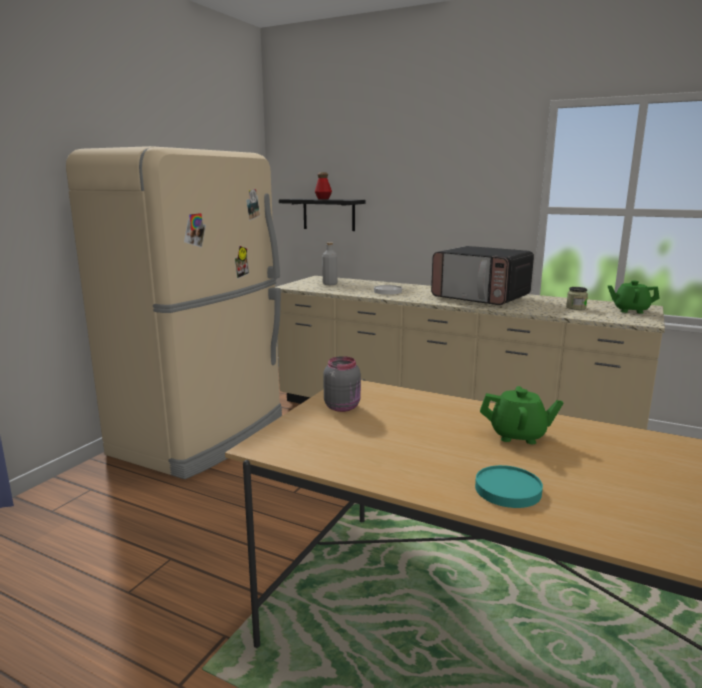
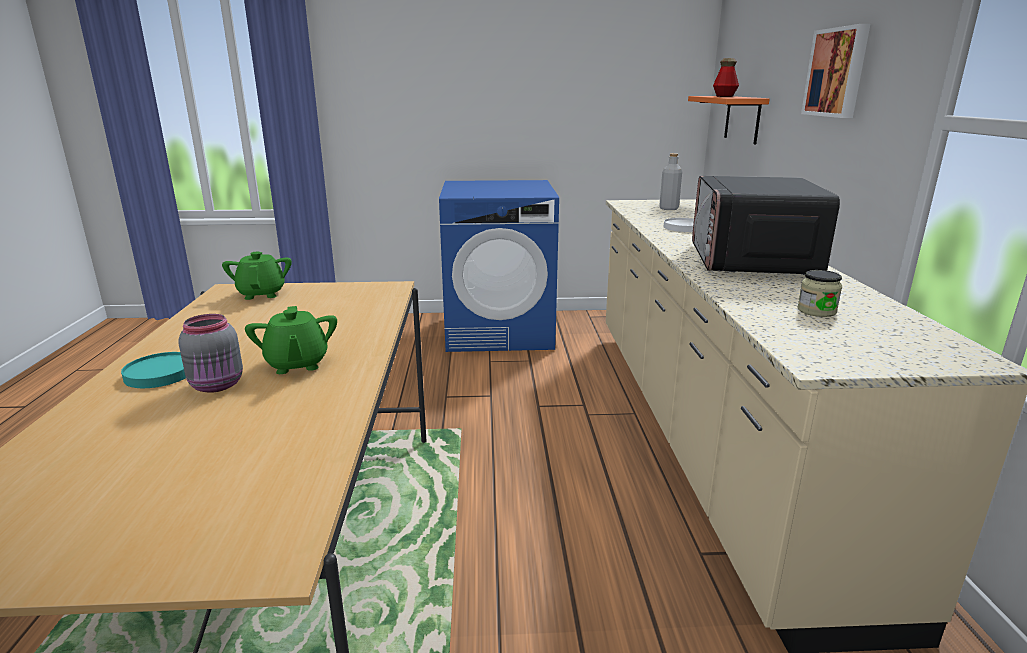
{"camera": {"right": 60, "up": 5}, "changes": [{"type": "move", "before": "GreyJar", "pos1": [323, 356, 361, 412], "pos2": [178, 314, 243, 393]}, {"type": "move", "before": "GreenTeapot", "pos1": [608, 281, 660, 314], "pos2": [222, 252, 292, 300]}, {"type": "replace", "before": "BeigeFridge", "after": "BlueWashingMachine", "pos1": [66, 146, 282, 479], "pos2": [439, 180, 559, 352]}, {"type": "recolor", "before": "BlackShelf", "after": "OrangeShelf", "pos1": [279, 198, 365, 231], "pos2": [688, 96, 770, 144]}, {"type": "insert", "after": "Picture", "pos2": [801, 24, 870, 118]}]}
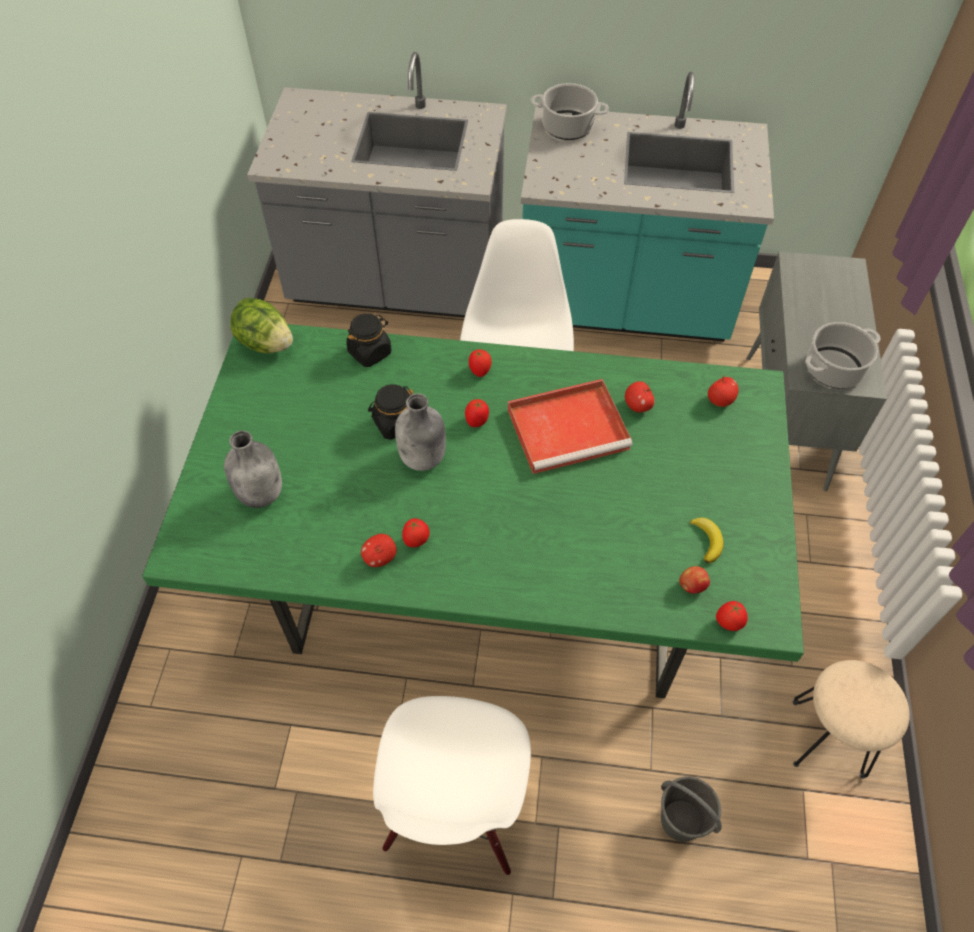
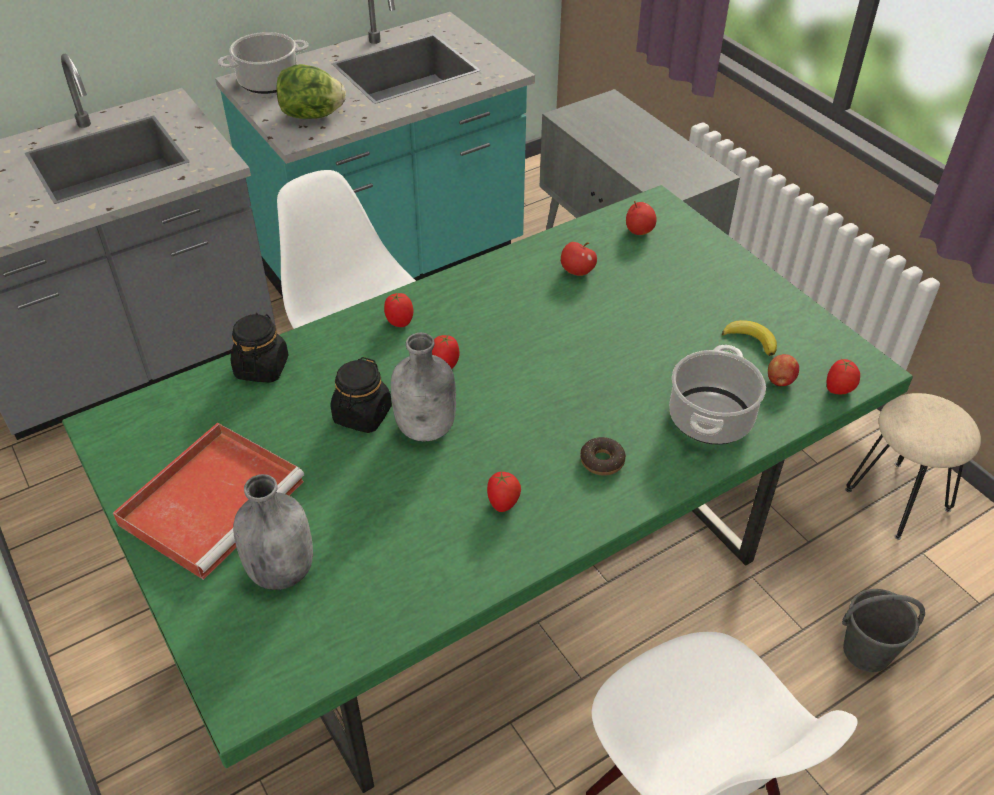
{"camera": {"right": -40, "up": -10}, "changes": [{"type": "move", "before": "RedTray", "pos1": [508, 379, 632, 474], "pos2": [113, 423, 304, 580]}, {"type": "move", "before": "Lettuce", "pos1": [230, 298, 293, 353], "pos2": [276, 64, 346, 119]}, {"type": "insert", "after": "Donut", "pos2": [580, 437, 626, 476]}, {"type": "move", "before": "CookingPot", "pos1": [805, 322, 881, 389], "pos2": [669, 345, 766, 445]}, {"type": "delete", "before": "Apple", "pos1": [361, 534, 396, 567]}]}
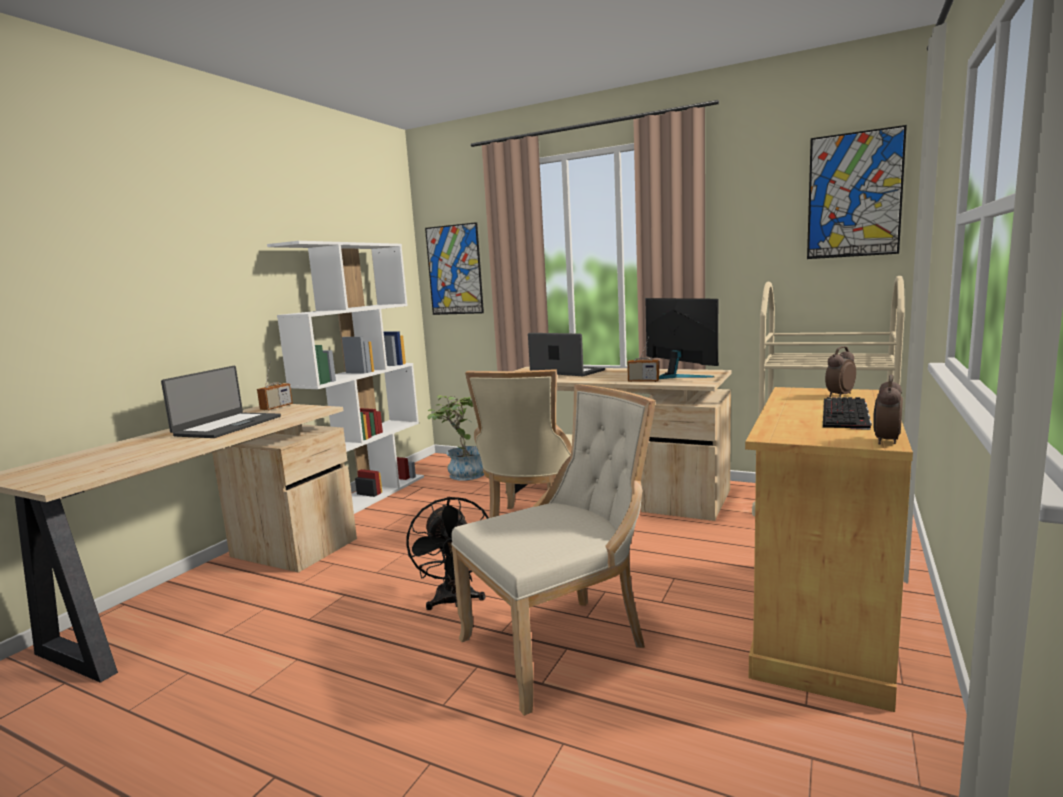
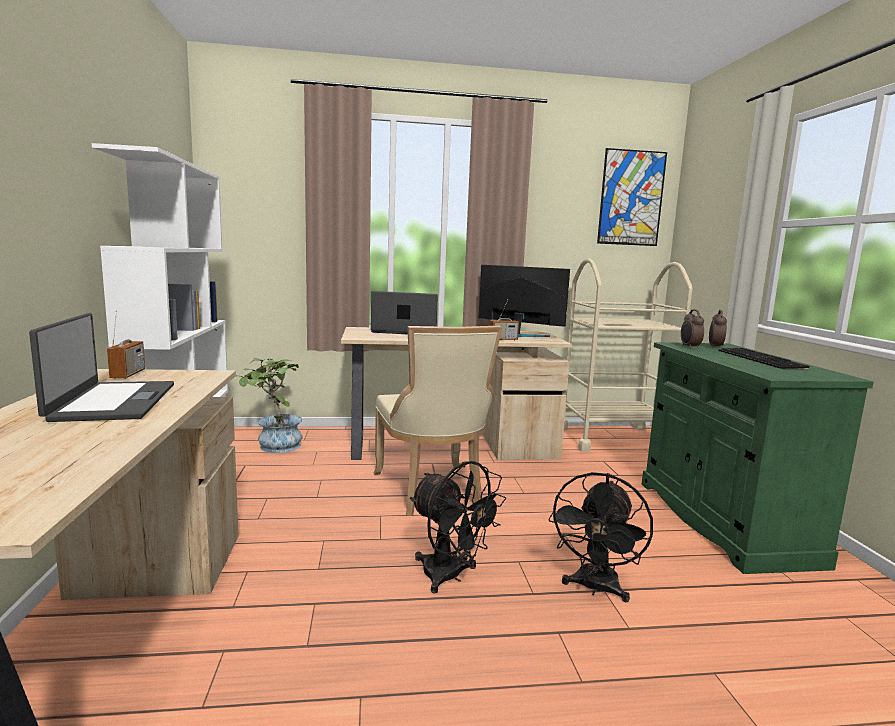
{"camera": {"right": -35, "up": 0}, "changes": [{"type": "replace", "before": "BeigeChair", "after": "BlackFan", "pos1": [451, 384, 656, 716], "pos2": [548, 472, 653, 602]}, {"type": "recolor", "before": "BeigeCabinet", "after": "GreenCabinet", "pos1": [745, 387, 913, 712], "pos2": [642, 342, 874, 574]}, {"type": "move", "before": "AlarmClock", "pos1": [873, 375, 903, 445], "pos2": [681, 309, 704, 349]}, {"type": "delete", "before": "Picture", "pos1": [425, 222, 484, 315]}]}
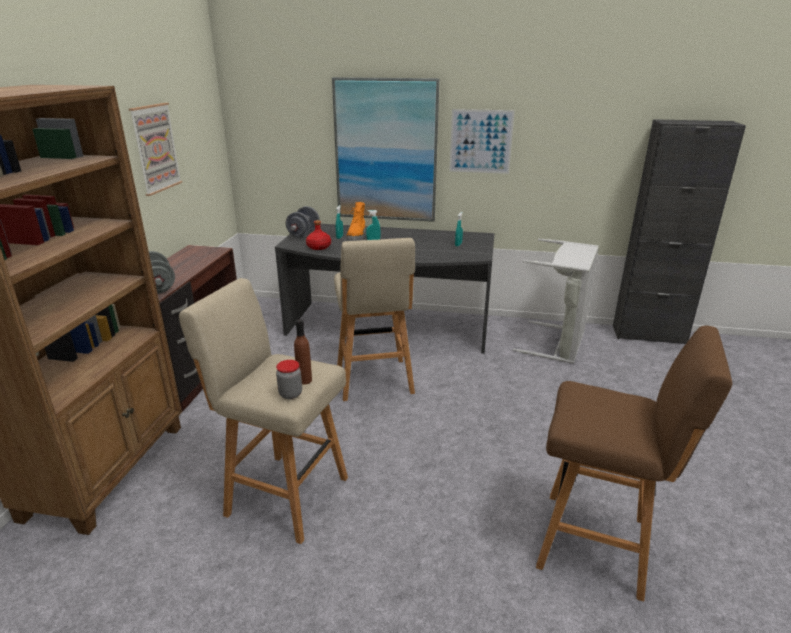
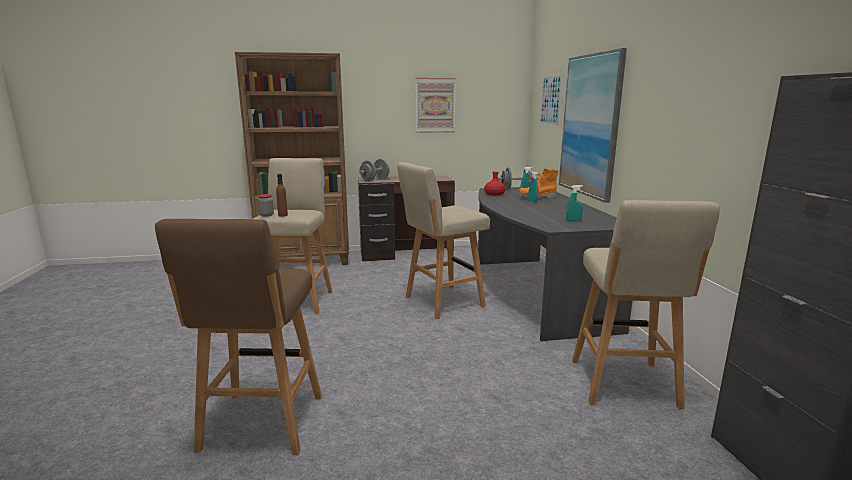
{"camera": {"right": 70, "up": -10}, "changes": [{"type": "move", "before": "Picture", "pos1": [449, 109, 515, 174], "pos2": [539, 73, 563, 127]}, {"type": "replace", "before": "GreyLaundryBasket", "after": "BeigeStool", "pos1": [513, 238, 599, 364], "pos2": [572, 200, 720, 409]}]}
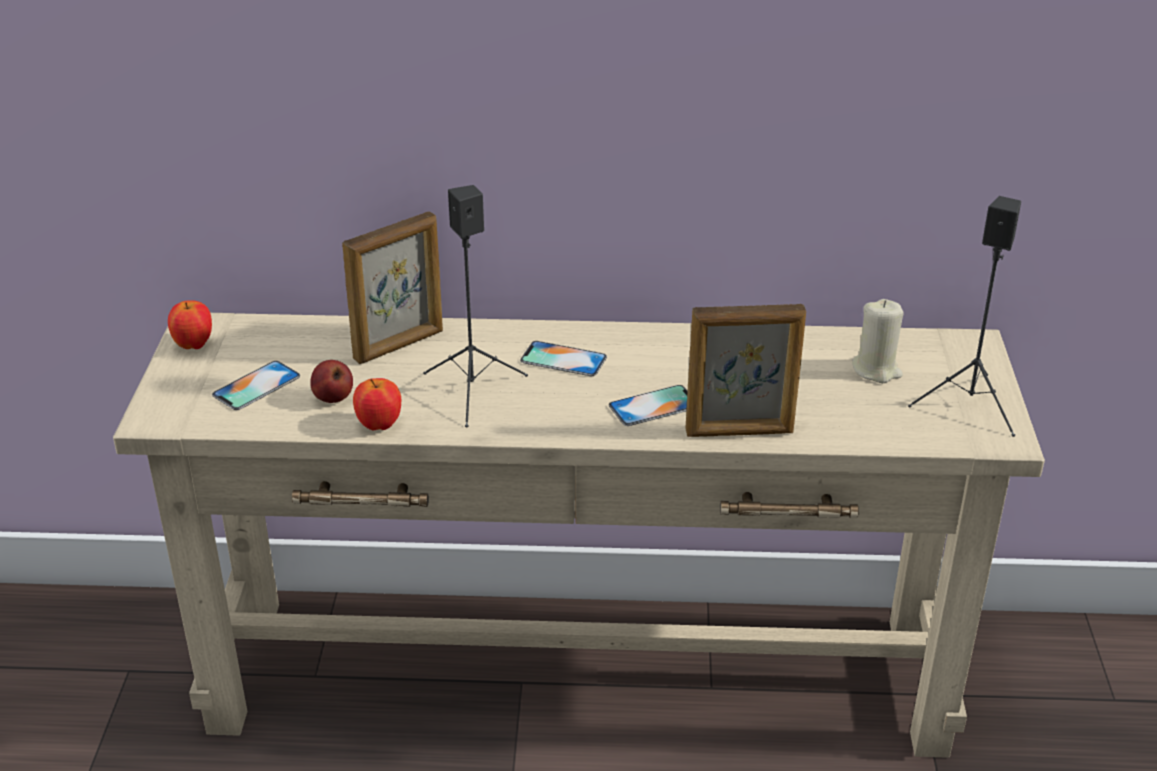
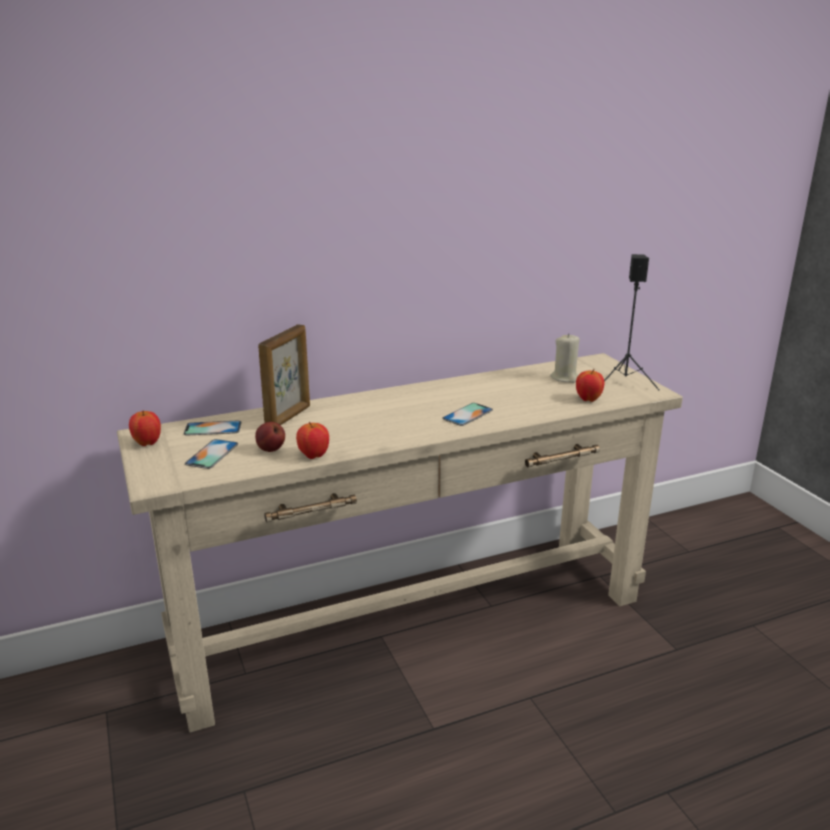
{"camera": {"right": -25, "up": -10}, "changes": [{"type": "move", "before": "Phone", "pos1": [520, 341, 607, 376], "pos2": [184, 420, 242, 436]}, {"type": "insert", "after": "Apple", "pos2": [576, 369, 605, 402]}, {"type": "delete", "before": "BlackSpeaker", "pos1": [423, 185, 528, 427]}, {"type": "delete", "before": "PictureFrame", "pos1": [685, 304, 806, 437]}]}
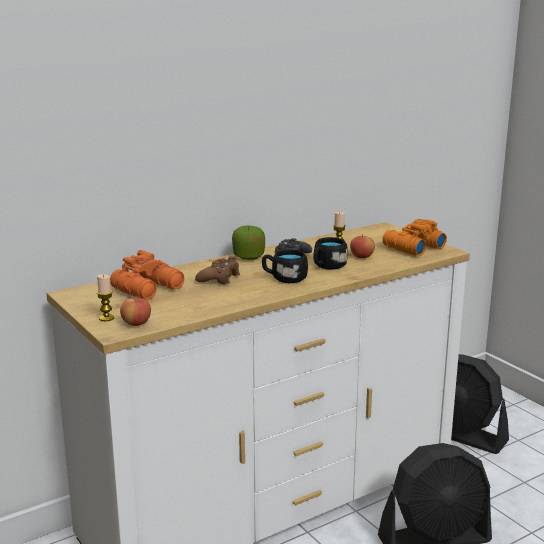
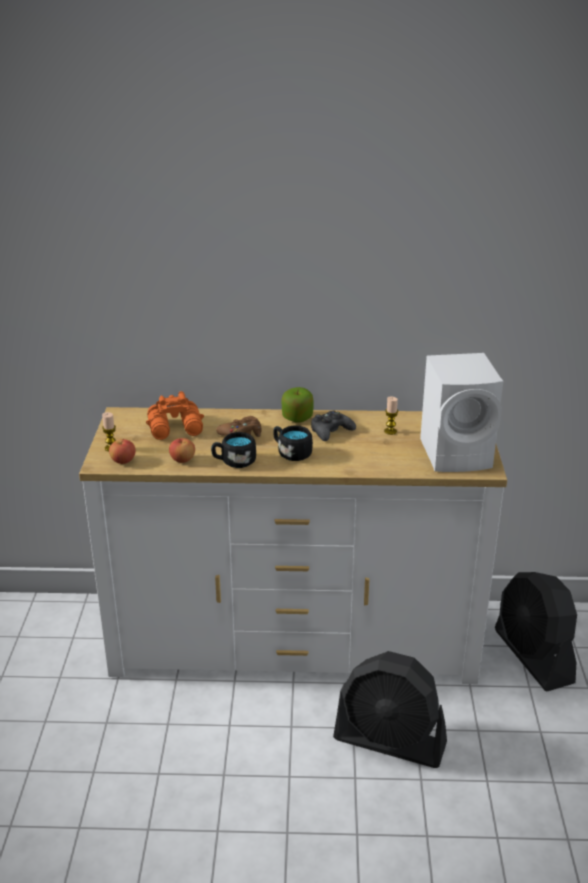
{"camera": {"right": 35, "up": 10}, "changes": [{"type": "move", "before": "Apple", "pos1": [350, 234, 375, 258], "pos2": [169, 438, 195, 463]}, {"type": "move", "before": "BlackMug", "pos1": [313, 237, 348, 270], "pos2": [211, 432, 256, 468]}, {"type": "replace", "before": "OrangeBinoculars", "after": "WhiteSpeaker", "pos1": [382, 219, 447, 256], "pos2": [420, 353, 503, 472]}]}
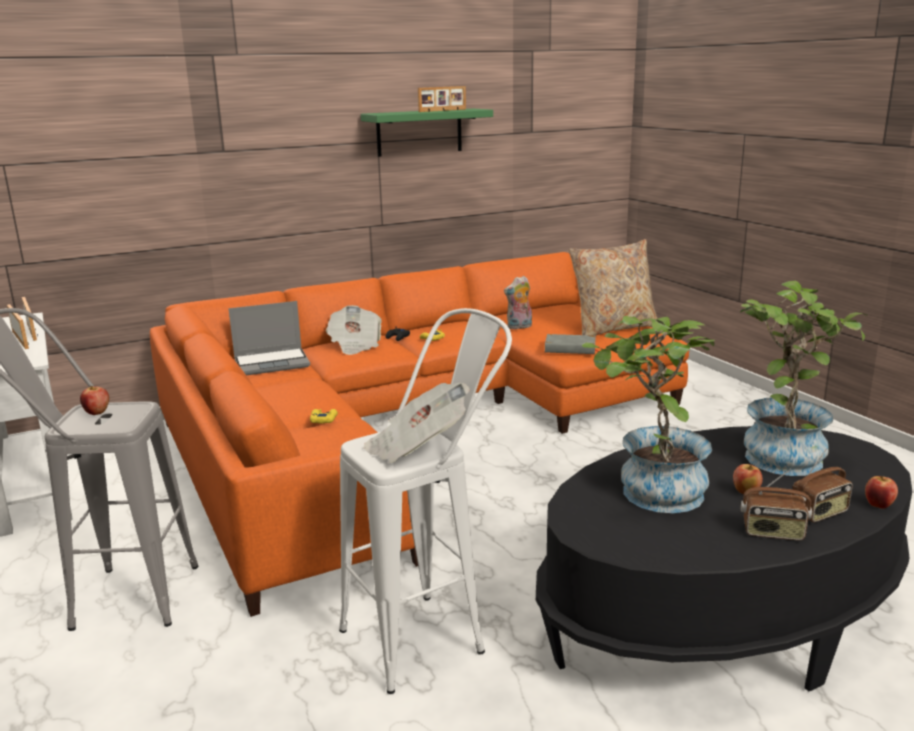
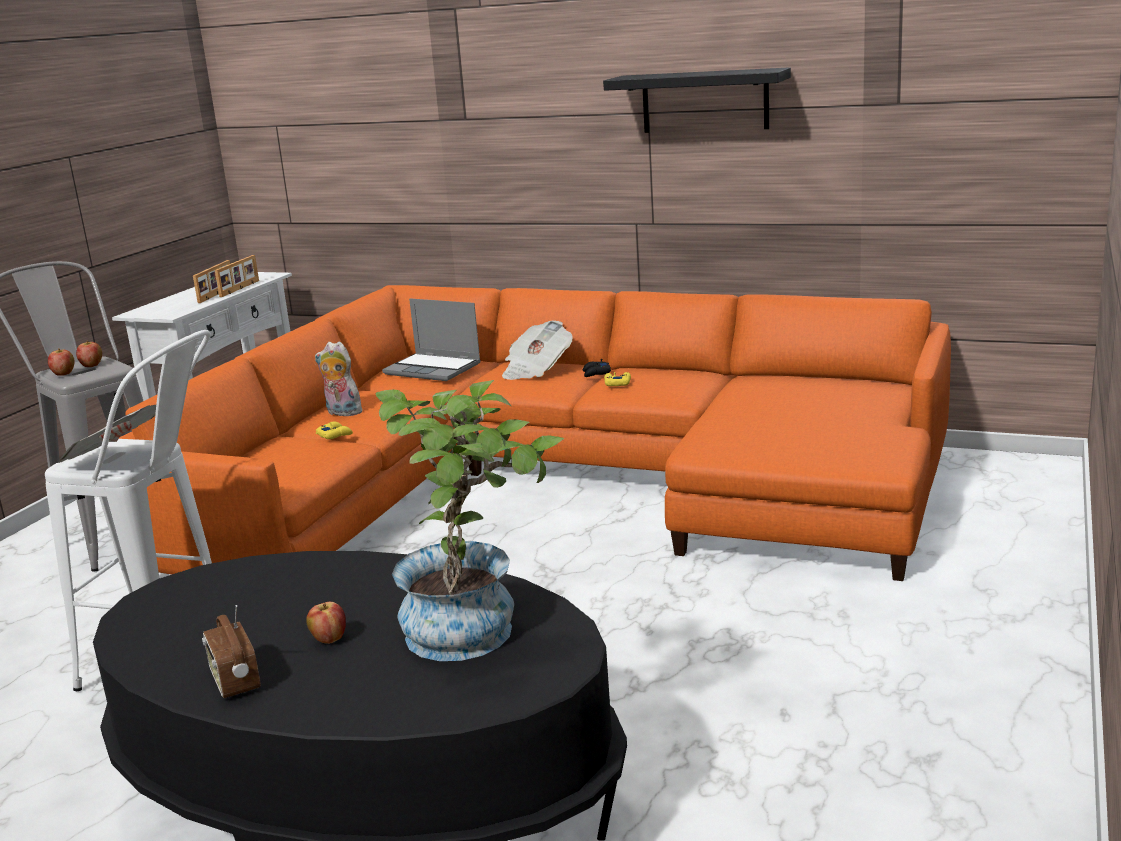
{"camera": {"right": 50, "up": 0}, "changes": [{"type": "move", "before": "Apple", "pos1": [865, 476, 898, 509], "pos2": [48, 349, 75, 376]}, {"type": "move", "before": "PlushToy", "pos1": [504, 276, 532, 329], "pos2": [315, 342, 364, 418]}, {"type": "recolor", "before": "GreenShelf", "after": "BlackShelf", "pos1": [361, 108, 493, 157], "pos2": [603, 67, 791, 133]}, {"type": "delete", "before": "PictureFrame", "pos1": [418, 86, 466, 112]}, {"type": "delete", "before": "GreyBook", "pos1": [545, 334, 598, 354]}, {"type": "delete", "before": "BeigePillow", "pos1": [569, 239, 658, 336]}, {"type": "delete", "before": "PottedPlant", "pos1": [582, 316, 715, 513]}, {"type": "delete", "before": "Radio", "pos1": [791, 448, 853, 522]}]}
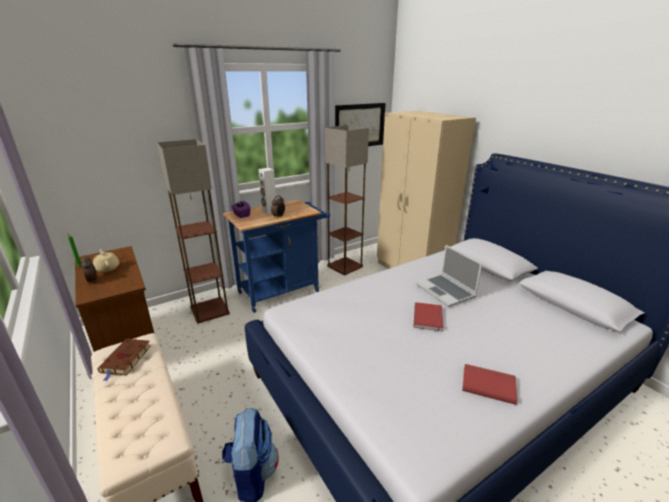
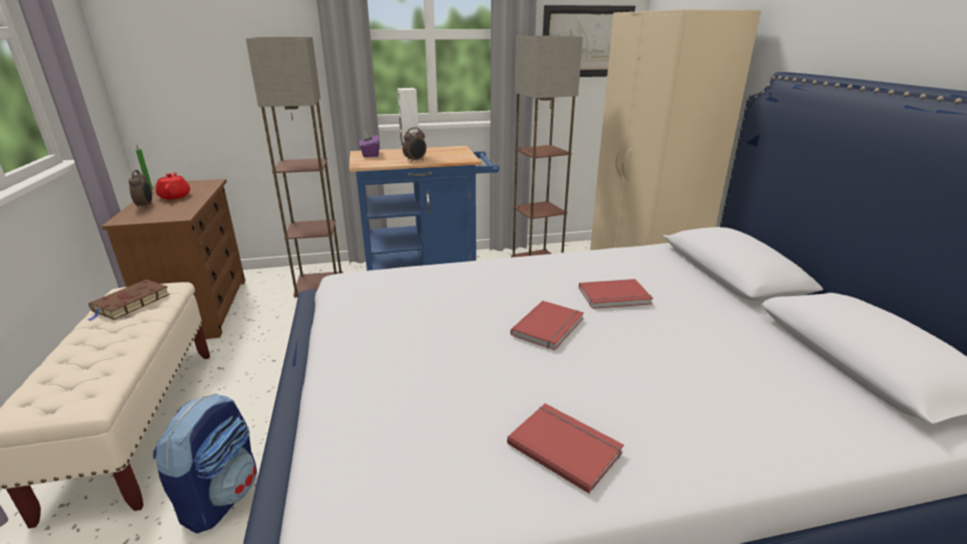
{"camera": {"right": 20, "up": 0}, "changes": [{"type": "recolor", "before": "BeigeTeapot", "after": "RedTeapot", "pos1": [93, 249, 119, 272], "pos2": [156, 172, 190, 200]}, {"type": "replace", "before": "Laptop", "after": "RedBook", "pos1": [416, 245, 482, 307], "pos2": [579, 279, 653, 309]}]}
